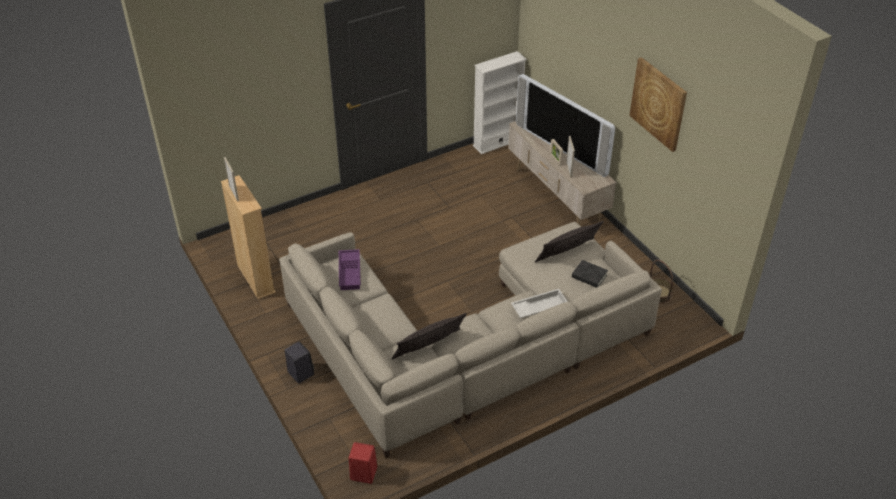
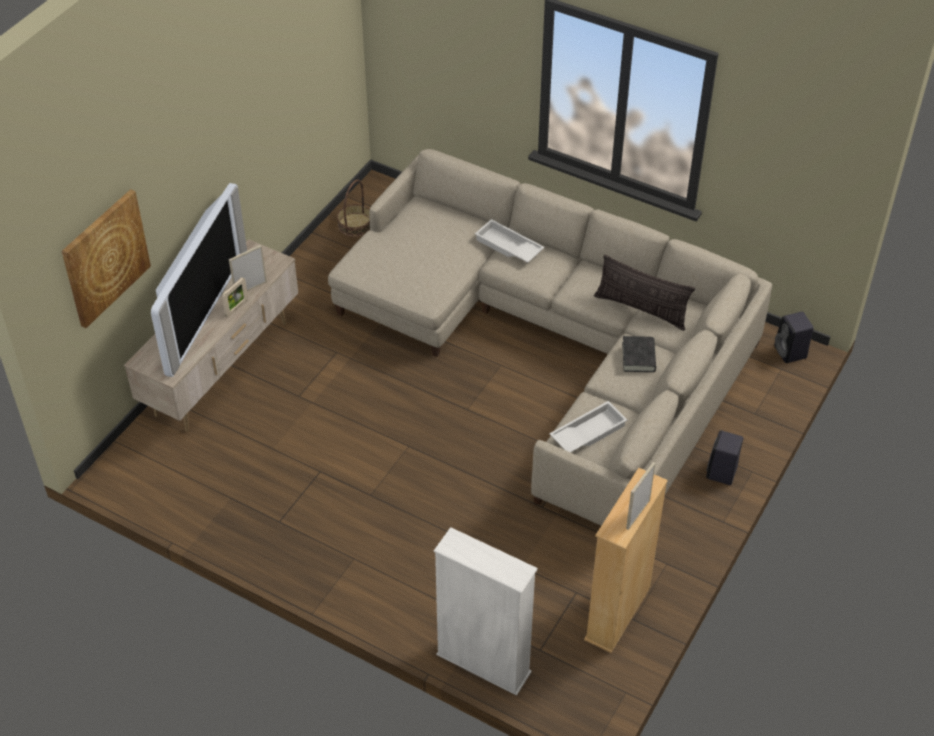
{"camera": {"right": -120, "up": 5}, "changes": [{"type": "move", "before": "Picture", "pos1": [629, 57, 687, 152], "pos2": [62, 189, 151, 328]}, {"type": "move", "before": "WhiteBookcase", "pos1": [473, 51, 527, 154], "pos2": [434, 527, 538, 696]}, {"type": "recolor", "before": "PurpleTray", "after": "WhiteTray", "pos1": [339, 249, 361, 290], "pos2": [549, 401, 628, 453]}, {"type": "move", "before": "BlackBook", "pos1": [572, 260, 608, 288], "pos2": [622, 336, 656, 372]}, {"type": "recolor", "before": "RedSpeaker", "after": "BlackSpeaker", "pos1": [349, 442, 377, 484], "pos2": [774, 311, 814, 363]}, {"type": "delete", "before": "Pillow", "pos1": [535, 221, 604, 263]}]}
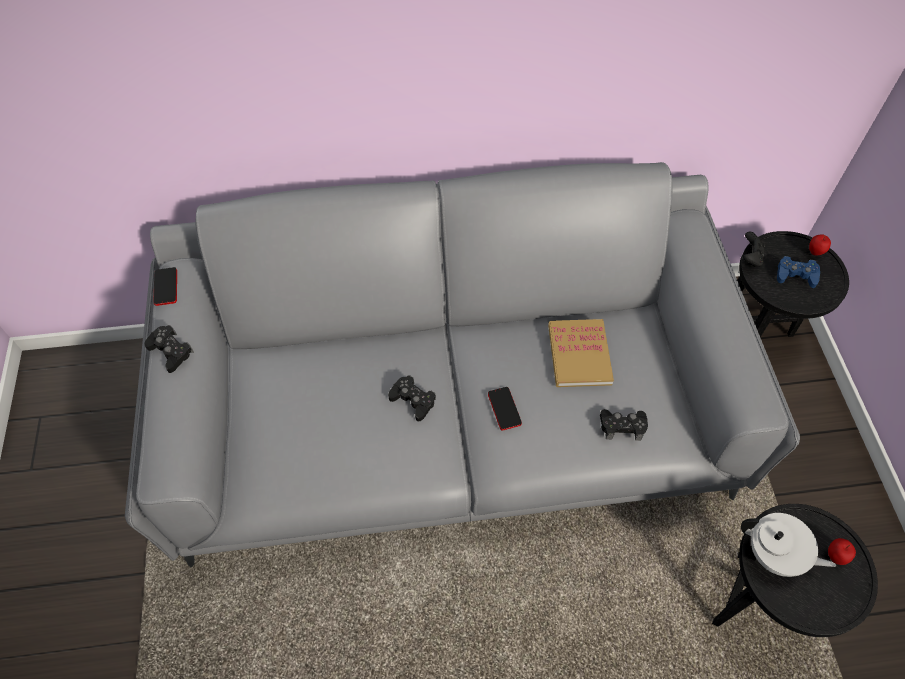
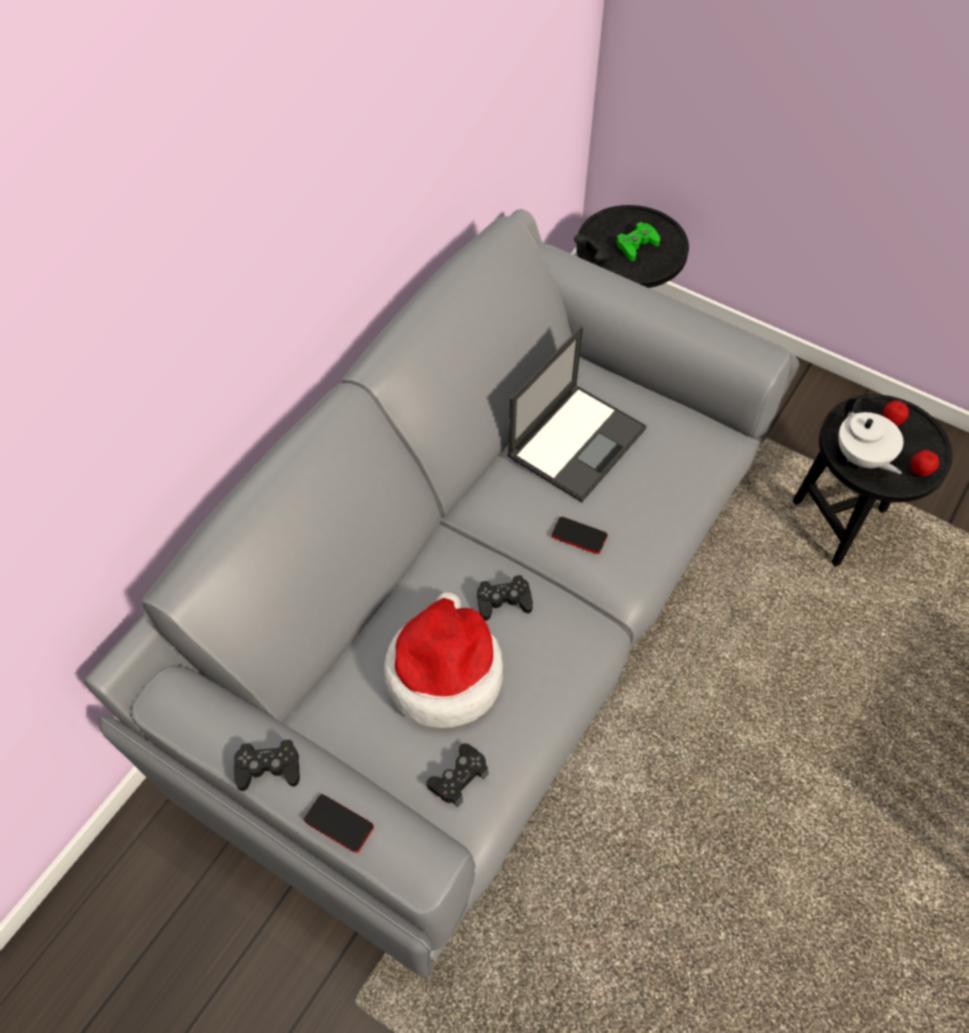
{"camera": {"right": -50, "up": 0}, "changes": [{"type": "move", "before": "Phone", "pos1": [153, 267, 177, 306], "pos2": [304, 794, 374, 853]}, {"type": "insert", "after": "Hat", "pos2": [384, 592, 503, 728]}, {"type": "move", "before": "BlackGameController", "pos1": [600, 409, 648, 441], "pos2": [427, 743, 488, 807]}, {"type": "replace", "before": "Book", "after": "Laptop", "pos1": [548, 319, 614, 387], "pos2": [507, 326, 647, 502]}, {"type": "recolor", "before": "BlueGameController", "after": "GreenGameController", "pos1": [777, 256, 820, 288], "pos2": [616, 222, 660, 261]}, {"type": "rotate", "before": "WhiteTeapot", "pos1": [741, 513, 836, 577], "pos2": [838, 397, 903, 474], "turn": 90}, {"type": "move", "before": "Apple", "pos1": [809, 234, 831, 255], "pos2": [911, 450, 939, 477]}]}
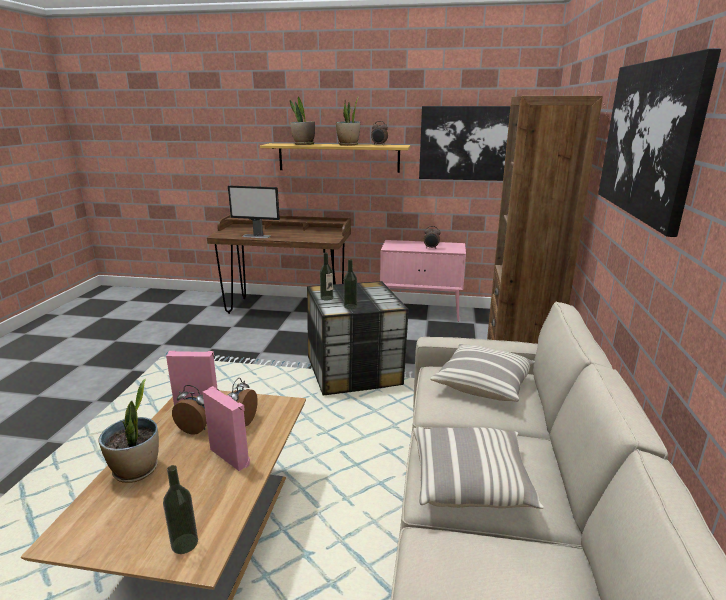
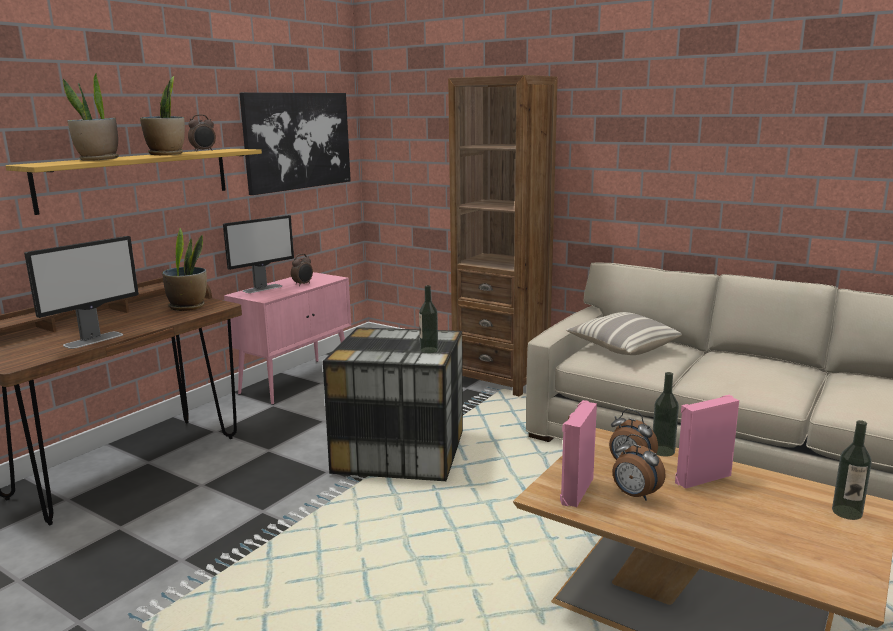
{"camera": {"right": -65, "up": -5}, "changes": [{"type": "move", "before": "PottedPlant", "pos1": [99, 379, 159, 483], "pos2": [162, 228, 207, 311]}, {"type": "insert", "after": "Monitor", "pos2": [223, 215, 294, 293]}, {"type": "rotate", "before": "AlarmClock", "pos1": [172, 385, 207, 435], "pos2": [612, 434, 666, 501], "turn": -90}, {"type": "move", "before": "Bottle", "pos1": [320, 253, 333, 300], "pos2": [653, 372, 679, 457]}, {"type": "delete", "before": "Pillow", "pos1": [413, 427, 544, 509]}, {"type": "delete", "before": "Picture", "pos1": [598, 48, 721, 237]}]}
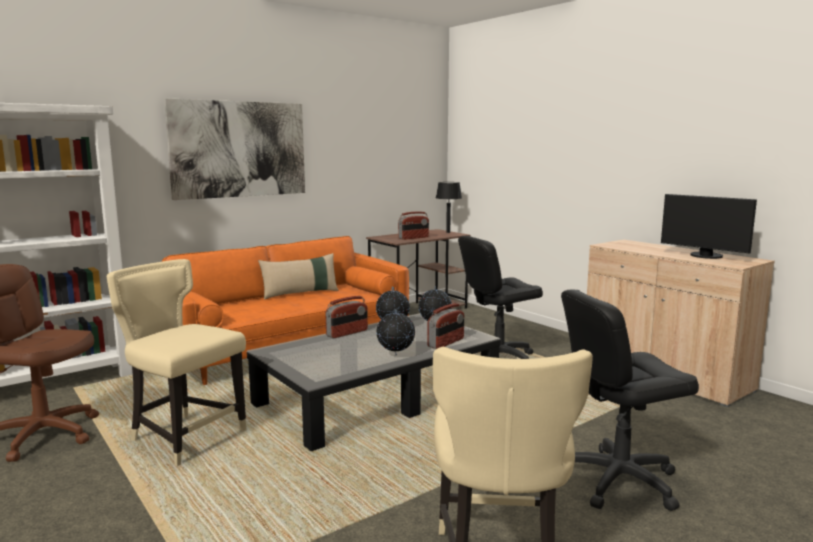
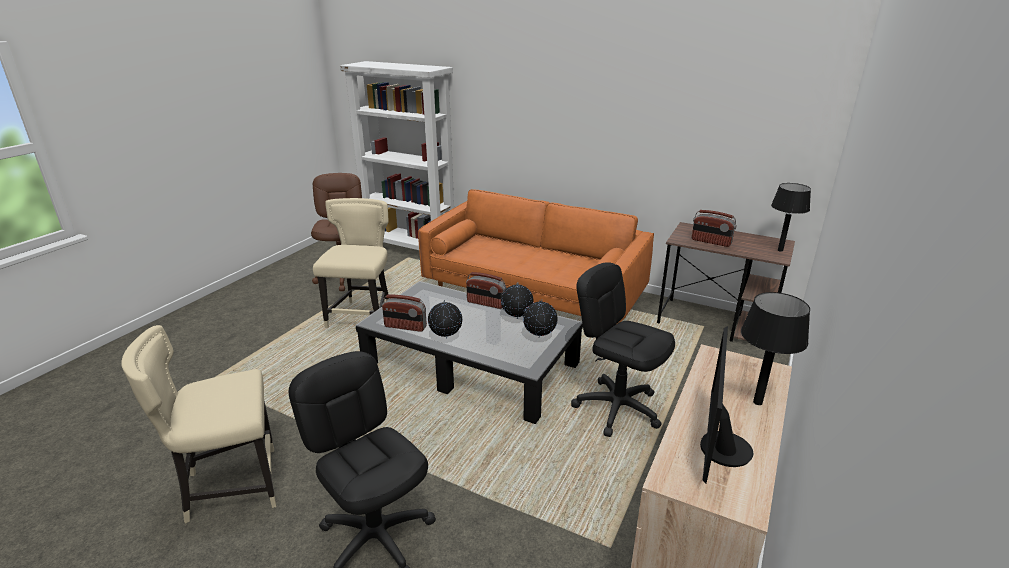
{"camera": {"right": 65, "up": 15}, "changes": [{"type": "move", "before": "Radio", "pos1": [427, 303, 464, 349], "pos2": [382, 295, 427, 332]}, {"type": "insert", "after": "BlackTableLamp", "pos2": [741, 292, 810, 405]}, {"type": "delete", "before": "Picture", "pos1": [164, 98, 305, 200]}, {"type": "delete", "before": "BeigePillow", "pos1": [258, 253, 338, 300]}]}
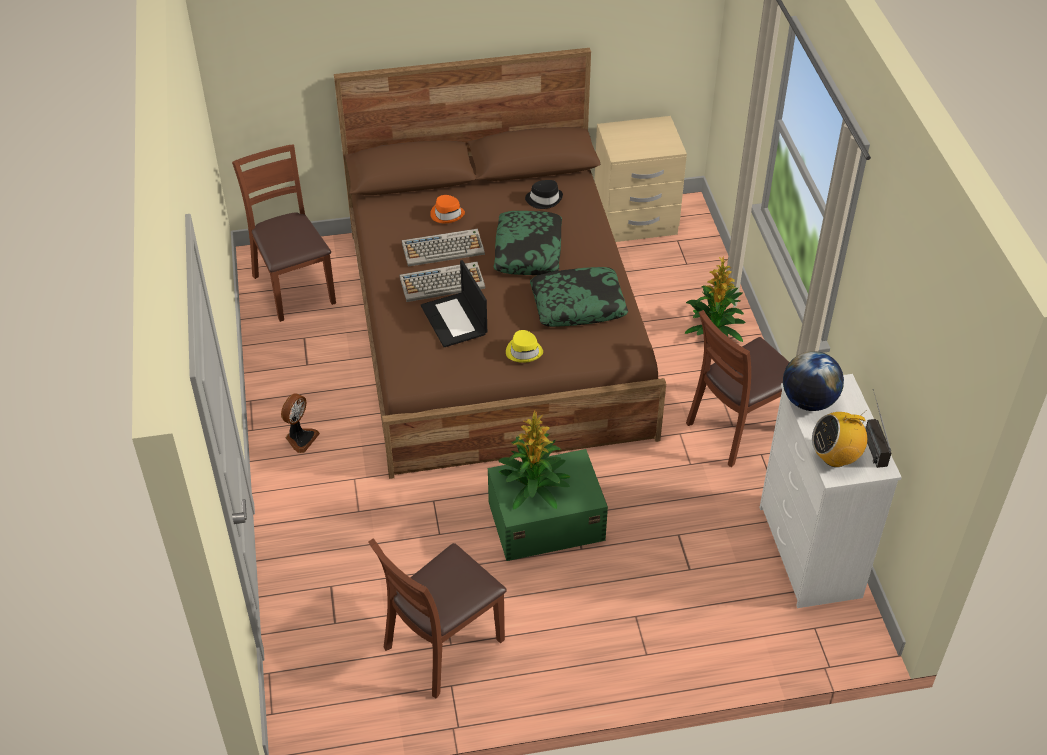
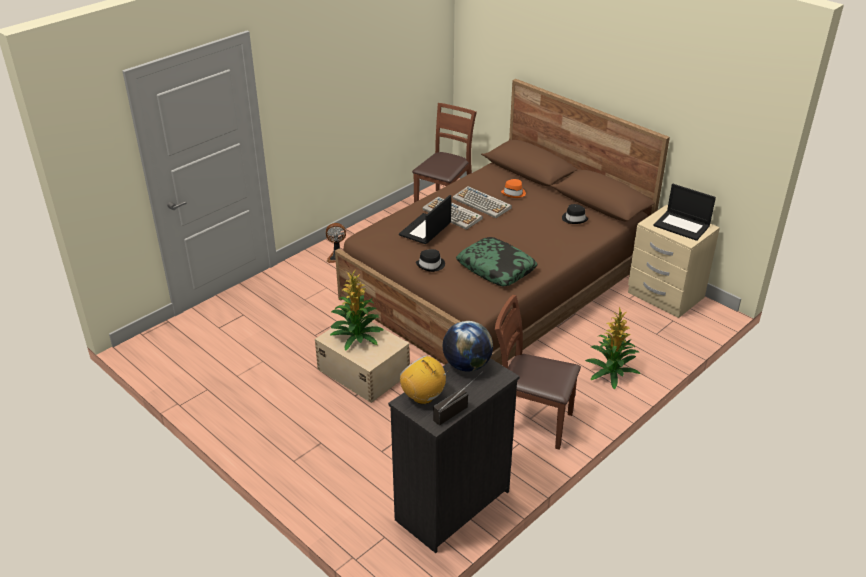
{"camera": {"right": 55, "up": -10}, "changes": [{"type": "recolor", "before": "GreenStorageBox", "after": "BeigeStorageBox", "pos1": [488, 449, 608, 561], "pos2": [315, 319, 410, 403]}, {"type": "recolor", "before": "WhiteDresser", "after": "BlackDresser", "pos1": [759, 374, 902, 608], "pos2": [388, 358, 520, 553]}, {"type": "recolor", "before": "YellowHat", "after": "BlackHat", "pos1": [506, 330, 543, 363], "pos2": [416, 249, 445, 272]}, {"type": "insert", "after": "Laptop", "pos2": [653, 184, 716, 241]}, {"type": "delete", "before": "BrownChair", "pos1": [368, 538, 507, 699]}, {"type": "delete", "before": "Pillow", "pos1": [493, 211, 562, 275]}]}
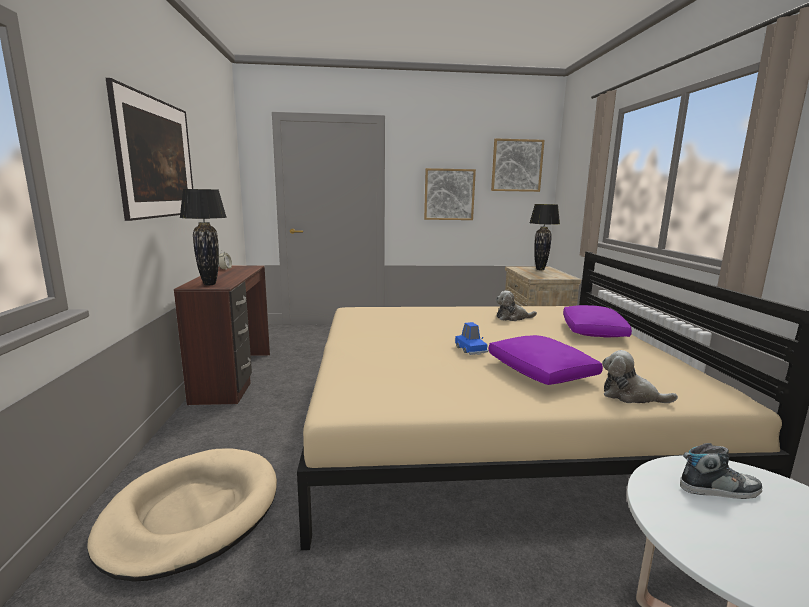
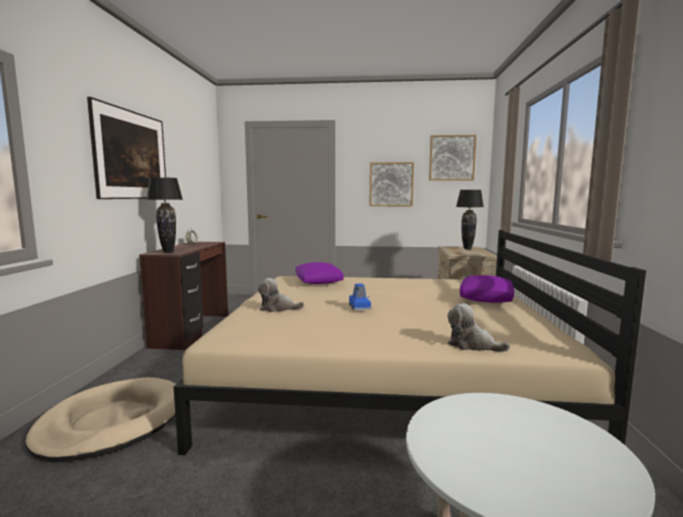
{"camera": {"right": 10, "up": -5}, "changes": [{"type": "move", "before": "PlushToy", "pos1": [496, 290, 537, 321], "pos2": [258, 278, 304, 312]}, {"type": "move", "before": "PurplePillow", "pos1": [489, 335, 603, 385], "pos2": [295, 262, 344, 284]}, {"type": "delete", "before": "Shoe", "pos1": [680, 443, 763, 499]}]}
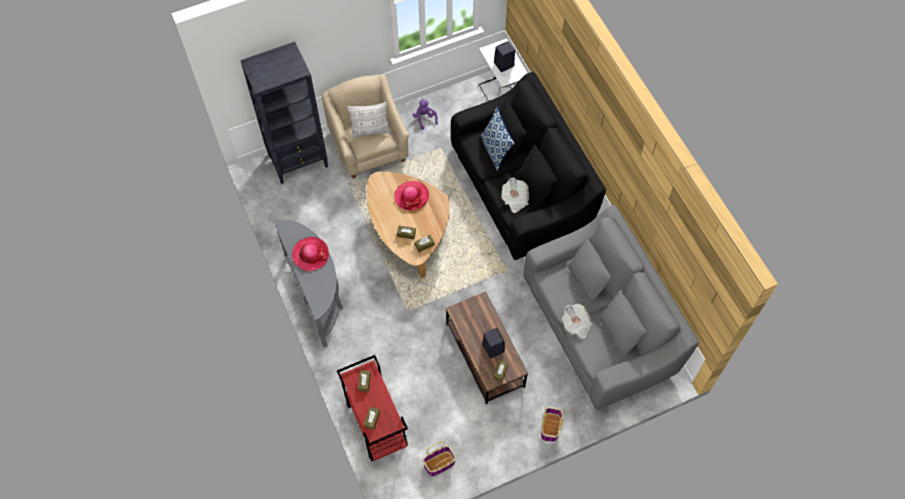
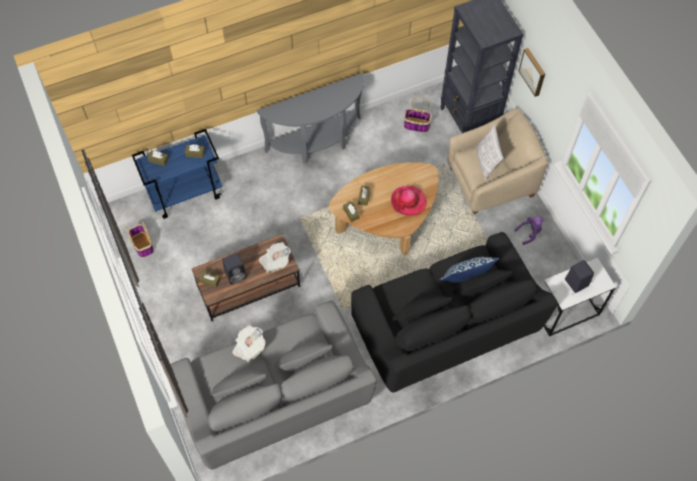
{"camera": {"right": 90, "up": 0}, "changes": [{"type": "recolor", "before": "RedCart", "after": "BlueCart", "pos1": [337, 355, 408, 461], "pos2": [132, 129, 223, 219]}, {"type": "move", "before": "Newspaper", "pos1": [501, 178, 529, 213], "pos2": [259, 242, 291, 273]}, {"type": "move", "before": "Basket", "pos1": [541, 406, 565, 442], "pos2": [404, 98, 432, 133]}, {"type": "insert", "after": "Picture", "pos2": [519, 48, 545, 97]}, {"type": "delete", "before": "Hat", "pos1": [292, 237, 329, 271]}]}
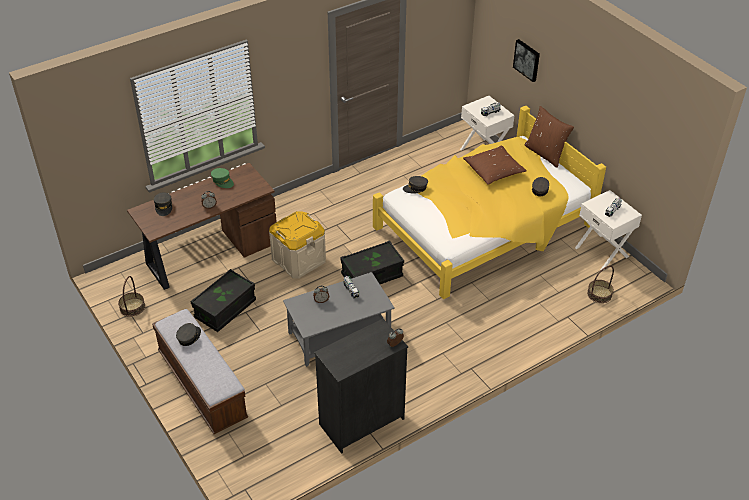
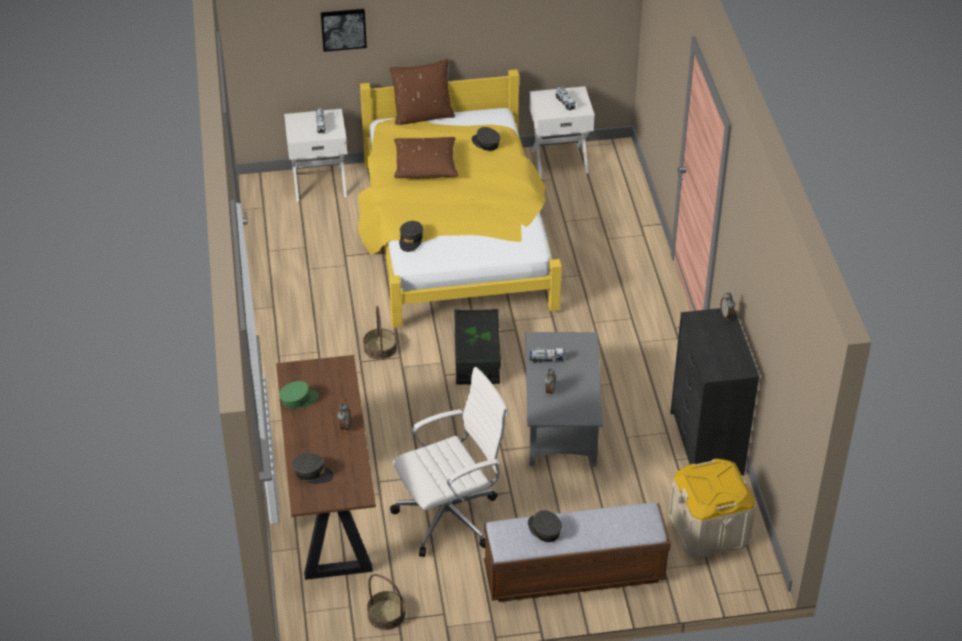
{"camera": {"right": -65, "up": 0}, "changes": [{"type": "move", "before": "Basket", "pos1": [587, 266, 614, 303], "pos2": [363, 306, 397, 360]}, {"type": "replace", "before": "BlackStorageBox", "after": "WhiteOfficeChair", "pos1": [191, 269, 256, 332], "pos2": [390, 367, 508, 557]}, {"type": "move", "before": "BeigeStorageBox", "pos1": [269, 211, 326, 279], "pos2": [669, 459, 756, 560]}]}
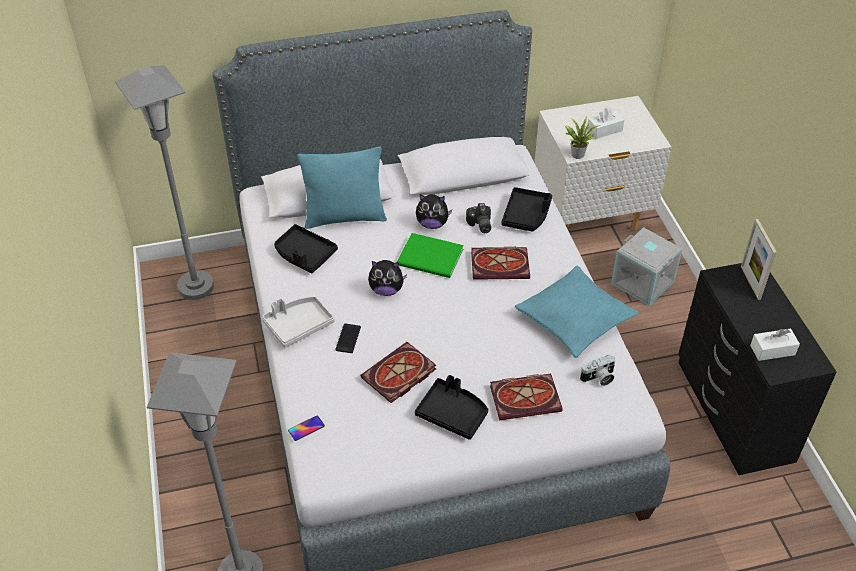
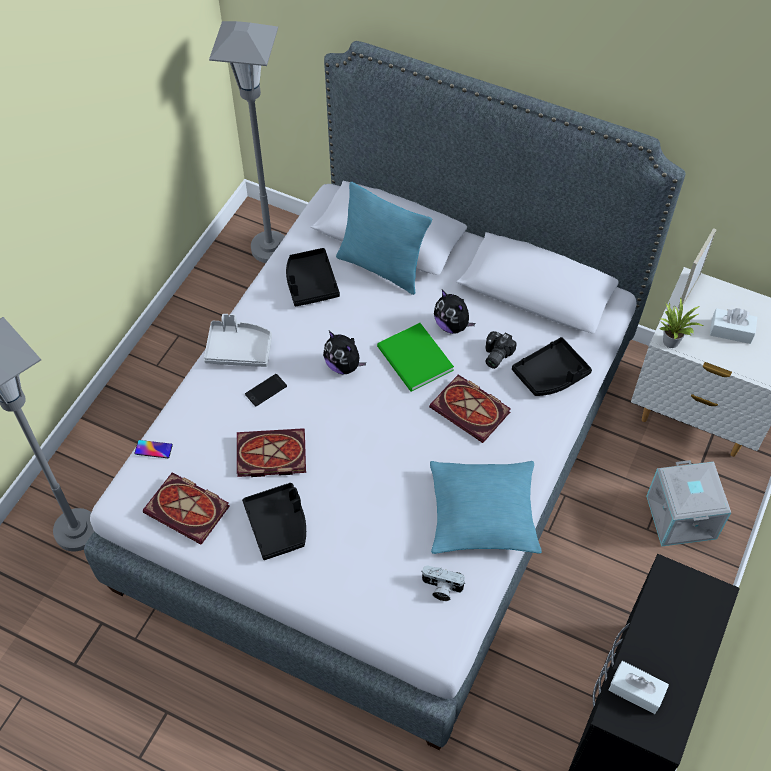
{"camera": {"right": 40, "up": 10}, "changes": [{"type": "move", "before": "Book", "pos1": [490, 373, 563, 421], "pos2": [143, 472, 230, 545]}, {"type": "move", "before": "PictureFrame", "pos1": [741, 219, 777, 300], "pos2": [678, 228, 717, 309]}]}
